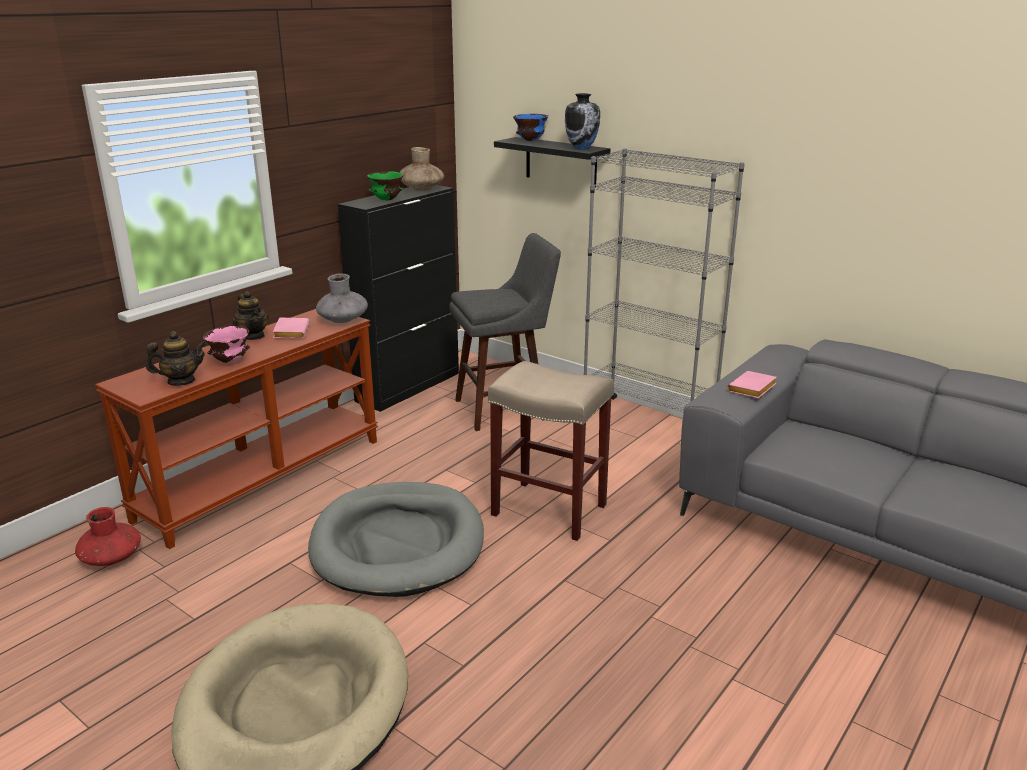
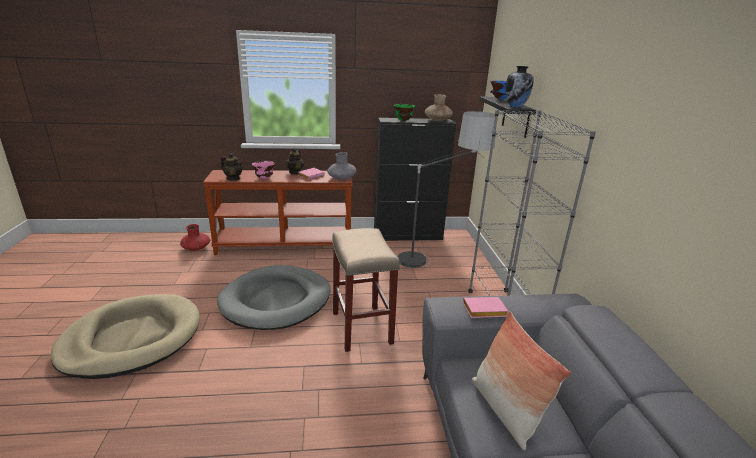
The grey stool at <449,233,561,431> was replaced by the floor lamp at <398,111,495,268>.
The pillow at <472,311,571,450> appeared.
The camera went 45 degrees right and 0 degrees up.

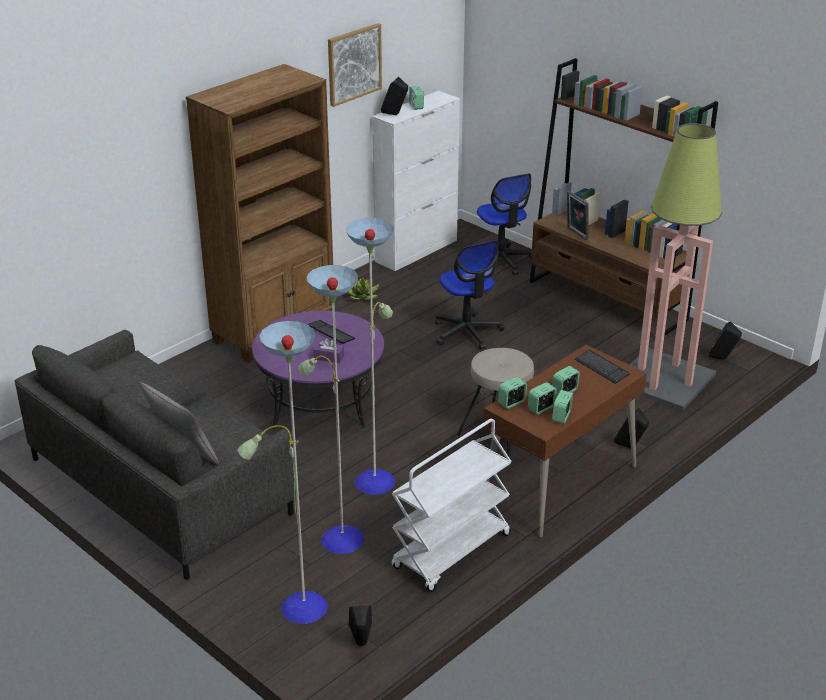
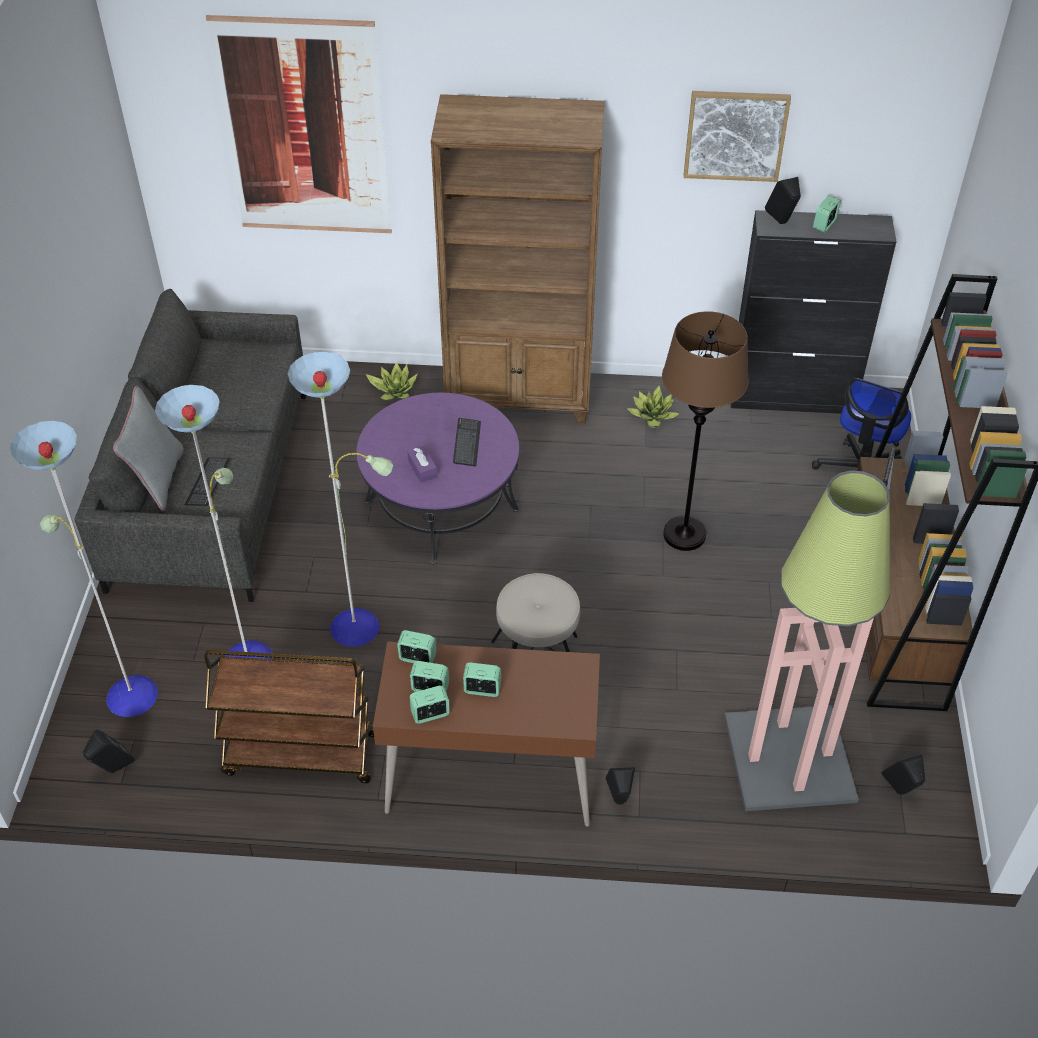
The keyboard moved from <575,350,630,384> to <185,457,229,506>.
The white cart at <392,419,512,592> became the brown cart at <204,650,374,783>.
The picture at <206,15,392,233> appeared.
The potted plant at <366,362,418,400> appeared.
The office chair at <435,240,505,350> was replaced by the brown floor lamp at <662,311,749,551>.
The white cabinet at <372,91,460,271> became the black cabinet at <731,210,896,414>.
The camera went 50 degrees right and 15 degrees up.

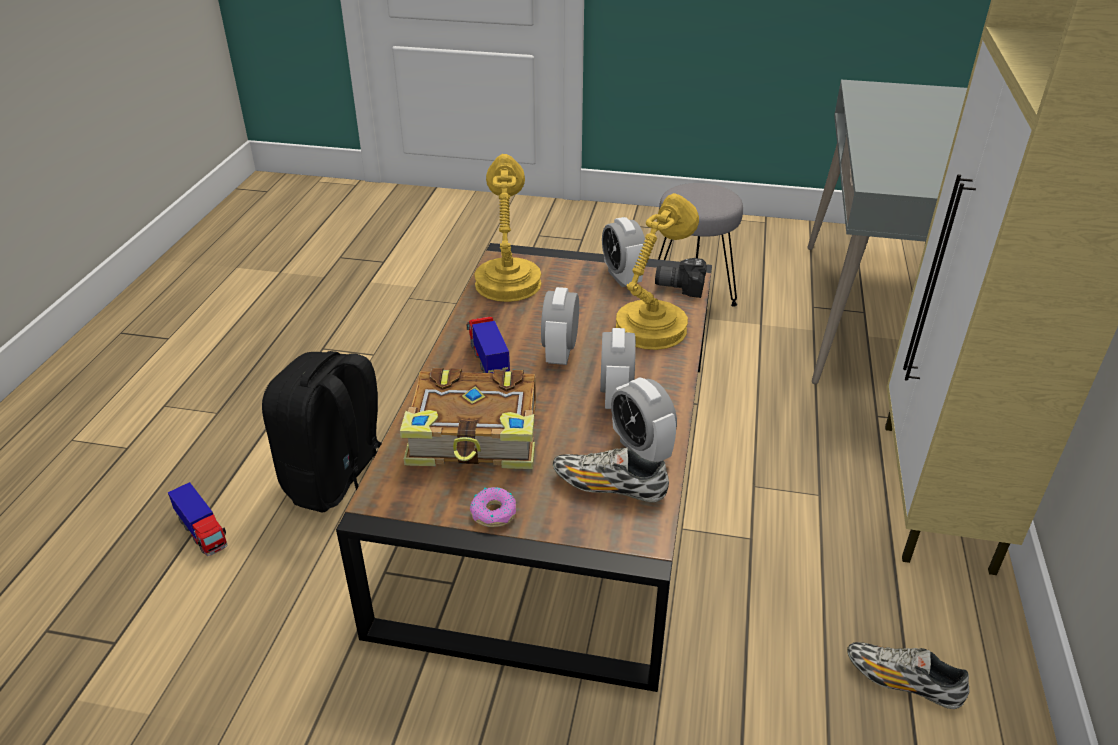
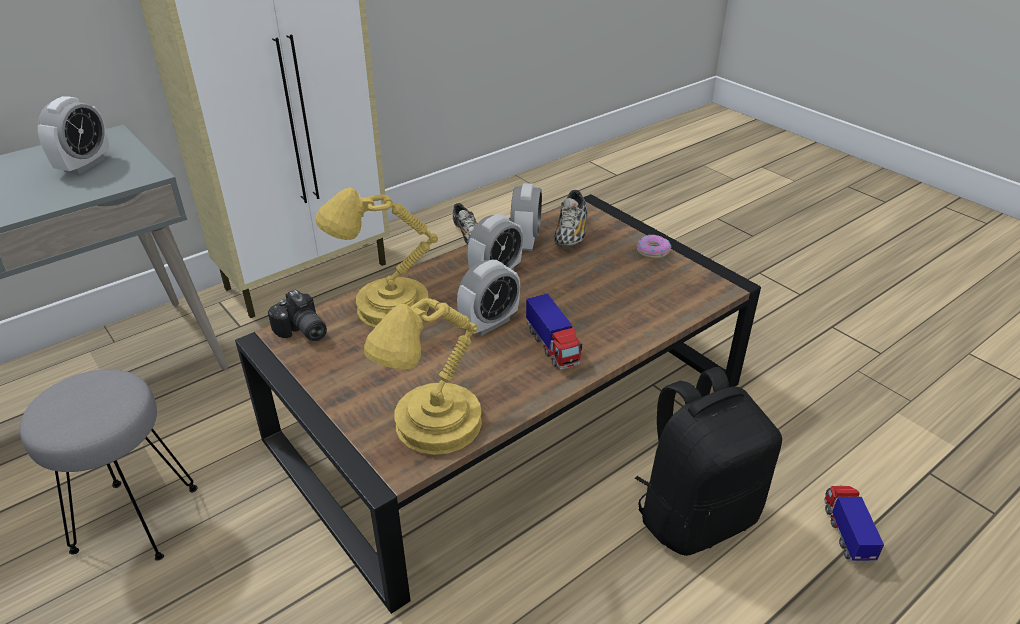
The alarm clock moved from <602,217,646,287> to <38,96,110,175>.
The toy truck at <467,317,510,373> turned 45 degrees counterclockwise.
The shoe at <553,447,669,503> turned 45 degrees clockwise.
The book at <400,368,536,469> disappeared.
The camera went 140 degrees left and 0 degrees up.

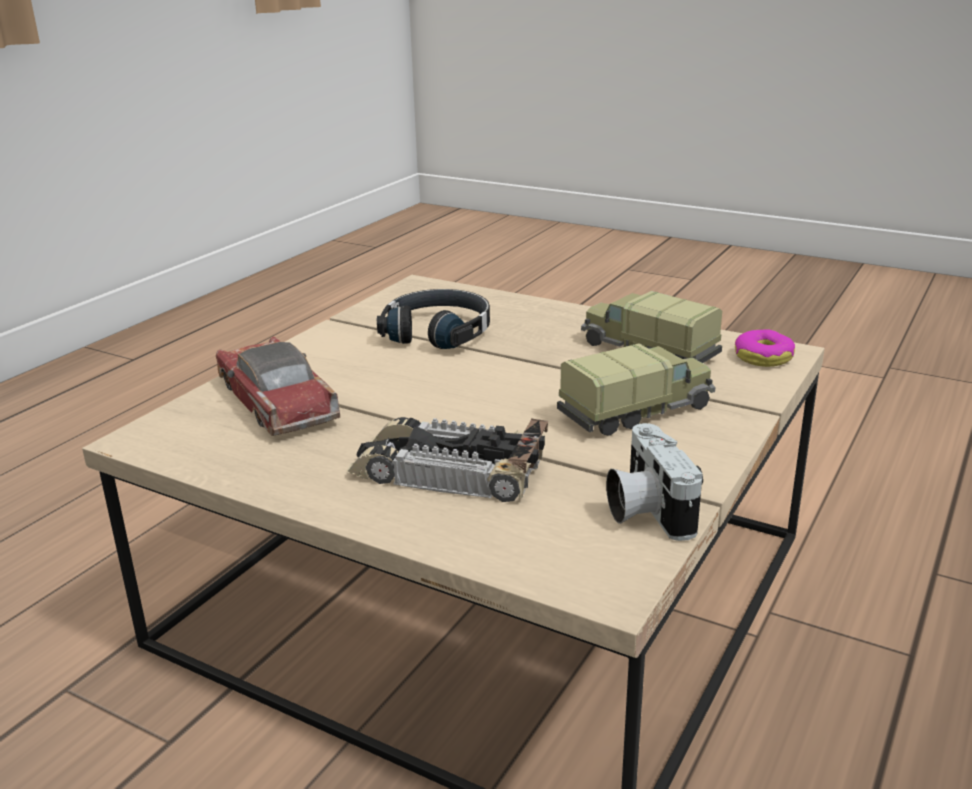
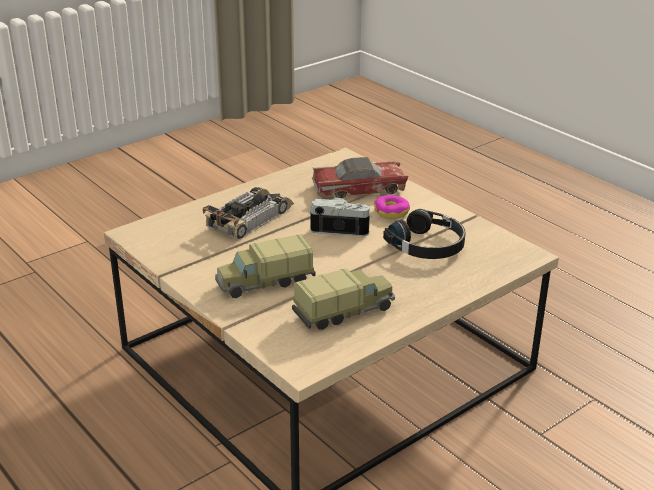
The toy truck at <557,344,715,436> turned 75 degrees clockwise.
The photo camera moved from <606,423,703,541> to <308,198,372,236>.
The donut moved from <735,329,795,367> to <374,195,410,219>.
The camera went 110 degrees right and 5 degrees up.

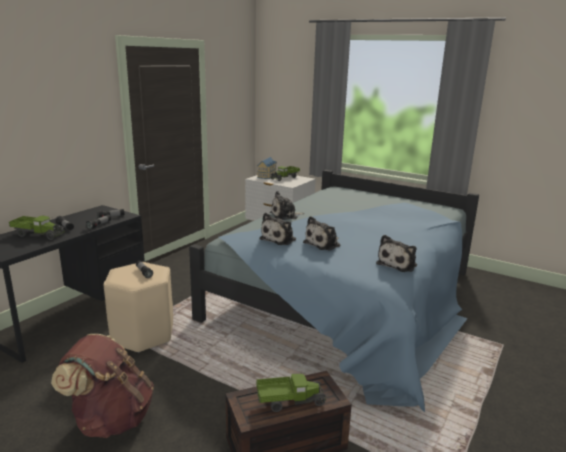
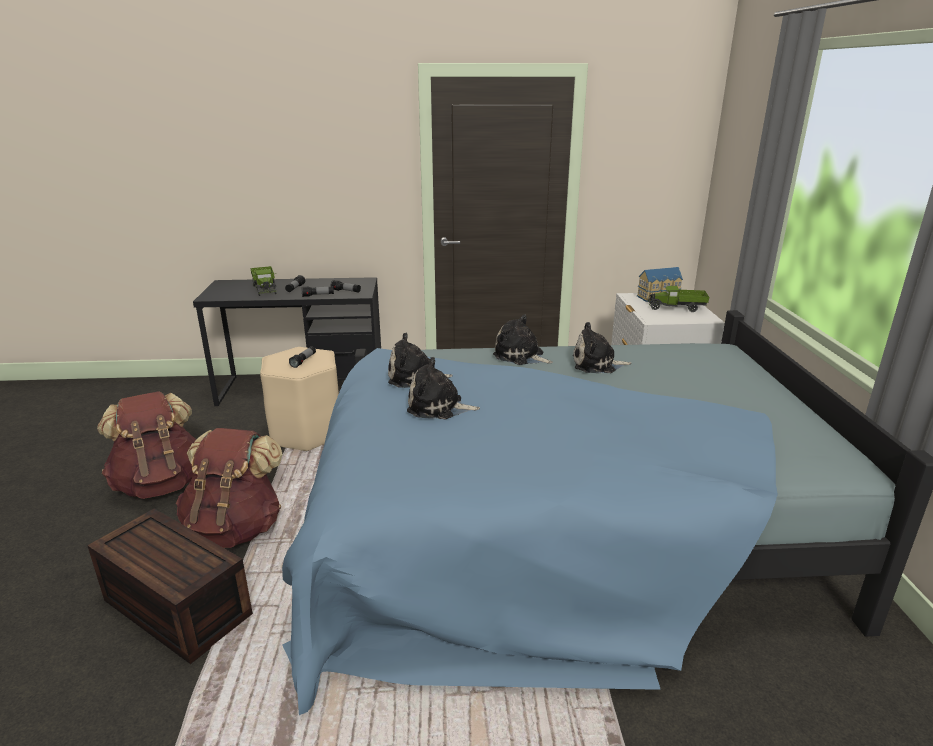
The brown backpack at <176,428,283,548> appeared.
The plush toy moved from <376,235,417,272> to <573,322,632,373>.
The toy truck at <256,373,326,412> disappeared.
The camera went 55 degrees right and 5 degrees up.

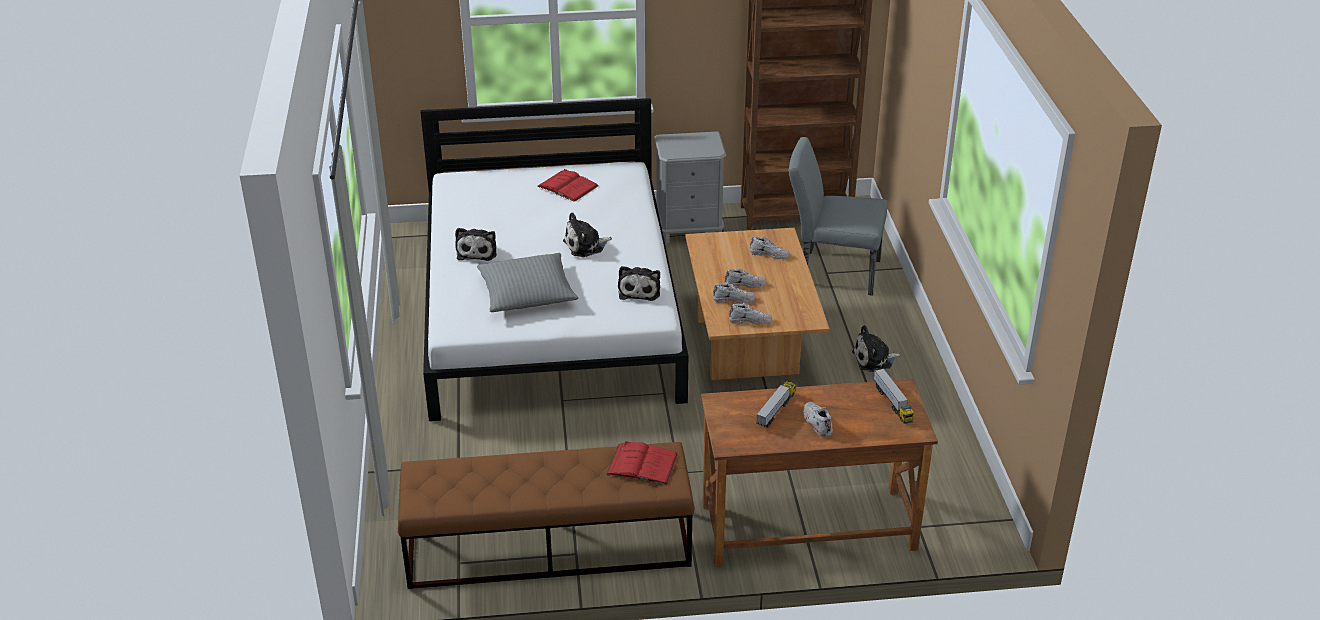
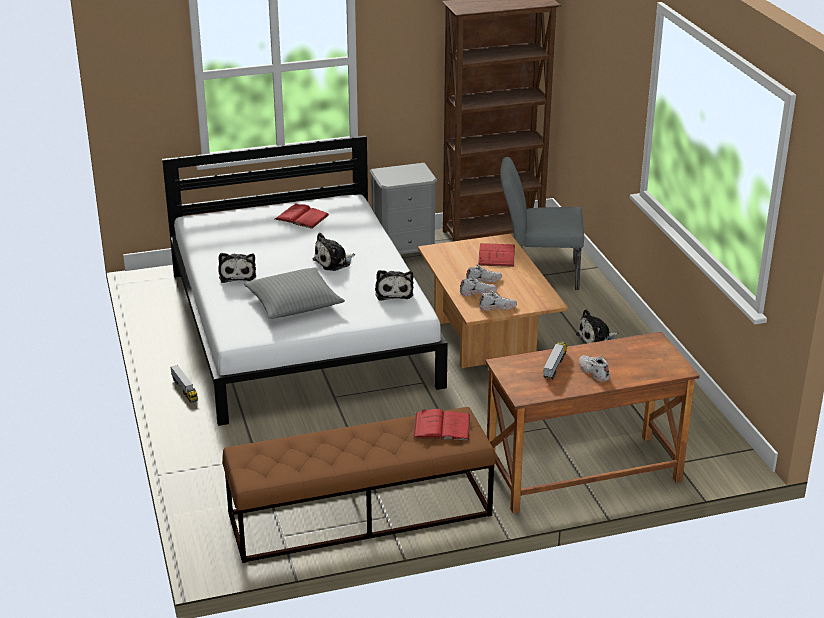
The toy truck moved from <874,369,914,424> to <170,365,198,403>.
The white shoe at <750,235,790,259> was replaced by the red book at <478,243,515,267>.
The camera went 10 degrees left and 5 degrees down.

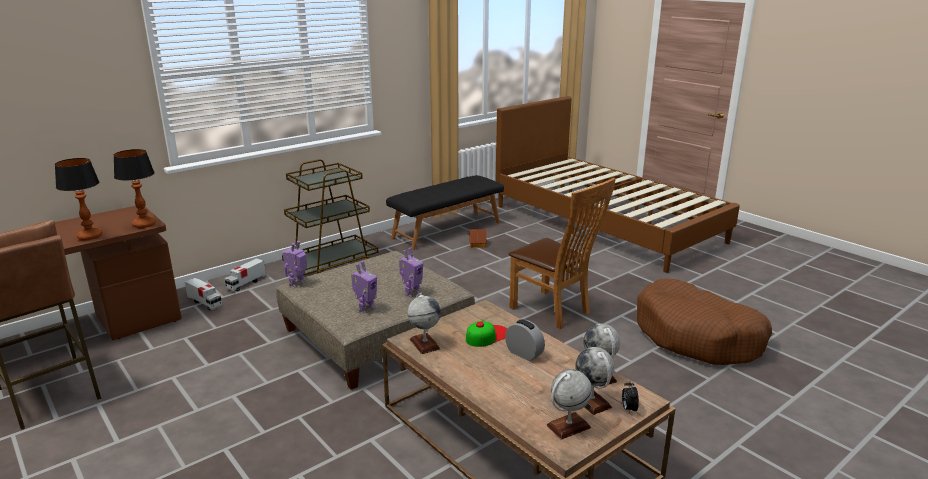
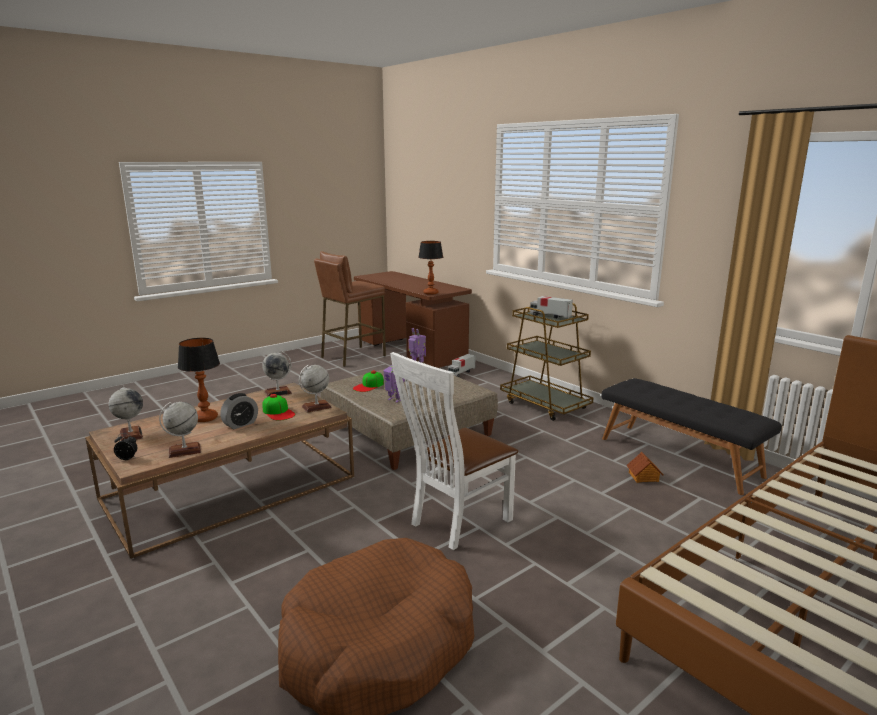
The table lamp moved from <55,158,103,240> to <178,338,220,422>.
The globe moved from <575,347,614,415> to <299,365,332,413>.
The toy robot at <351,261,377,313> was replaced by the cap at <353,371,384,392>.
The brown chair at <509,178,616,329> became the white chair at <390,352,518,550>.
The toy truck moved from <225,258,266,291> to <530,296,573,318>.
The camera went 90 degrees right and 5 degrees down.

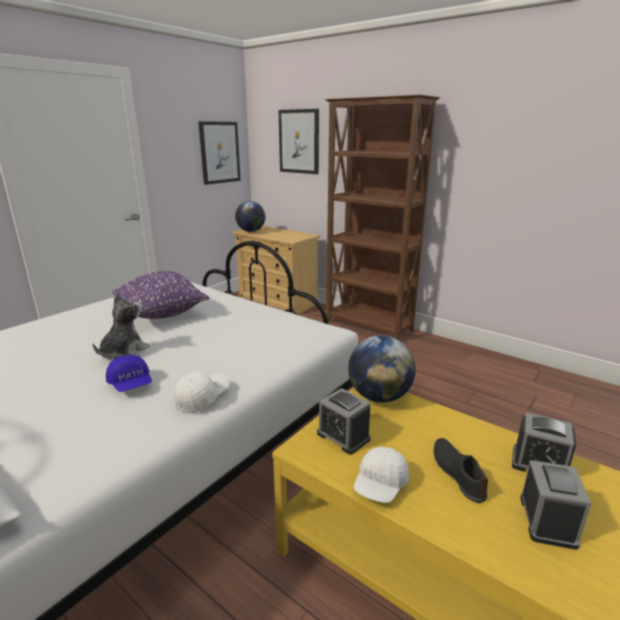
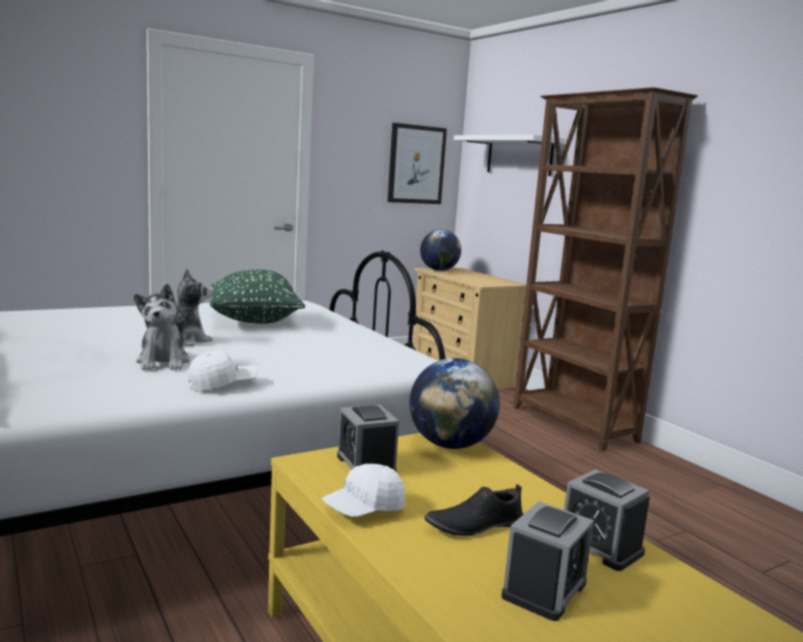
The blue cap at <106,355,152,392> was replaced by the plush toy at <134,284,190,370>.
The purple pillow at <112,271,209,319> became the green pillow at <208,269,305,324>.
The black shoe at <433,438,488,503> turned 120 degrees counterclockwise.
The picture at <279,109,319,174> was replaced by the white shelf at <454,135,565,176>.
The camera went 20 degrees right and 10 degrees down.

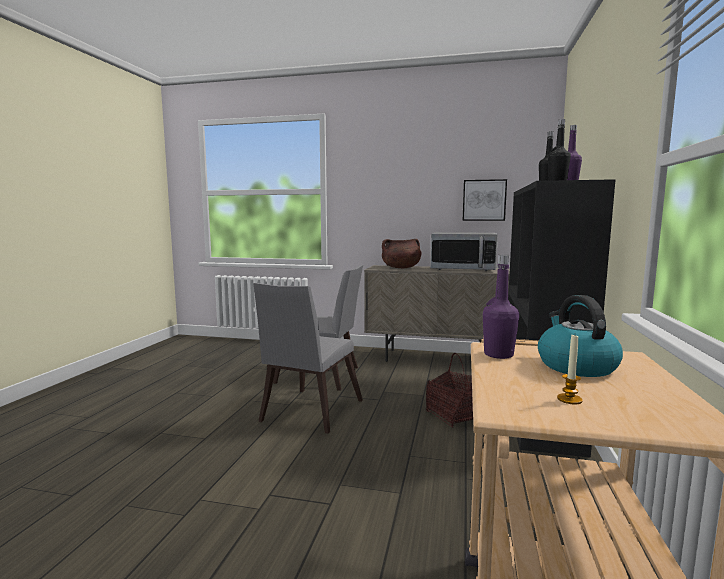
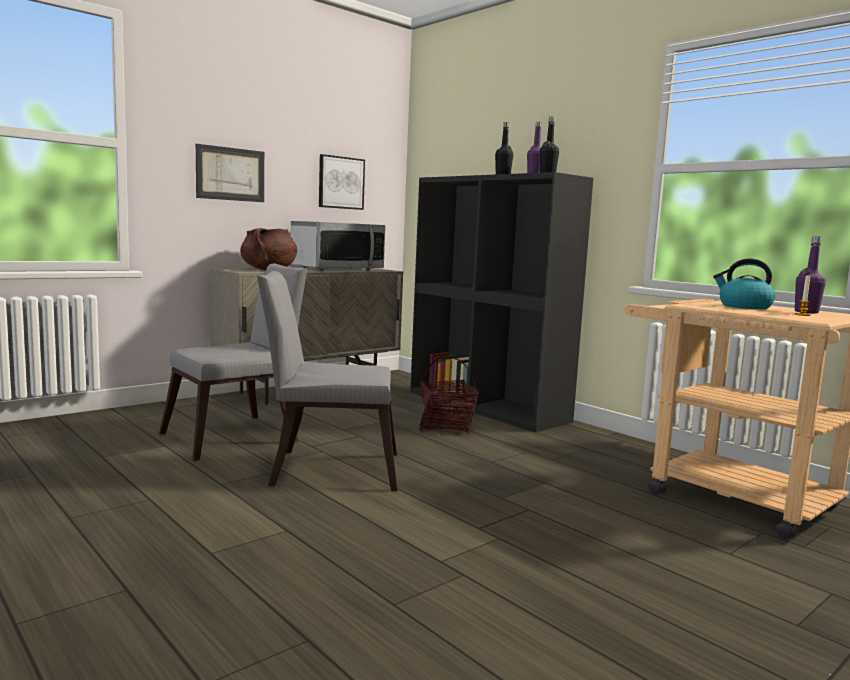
The picture at <196,144,264,202> appeared.
The grey chair at <253,283,363,434> turned 120 degrees clockwise.
The purple bottle moved from <483,255,519,359> to <795,236,826,314>.
The camera went 55 degrees left and 0 degrees up.

